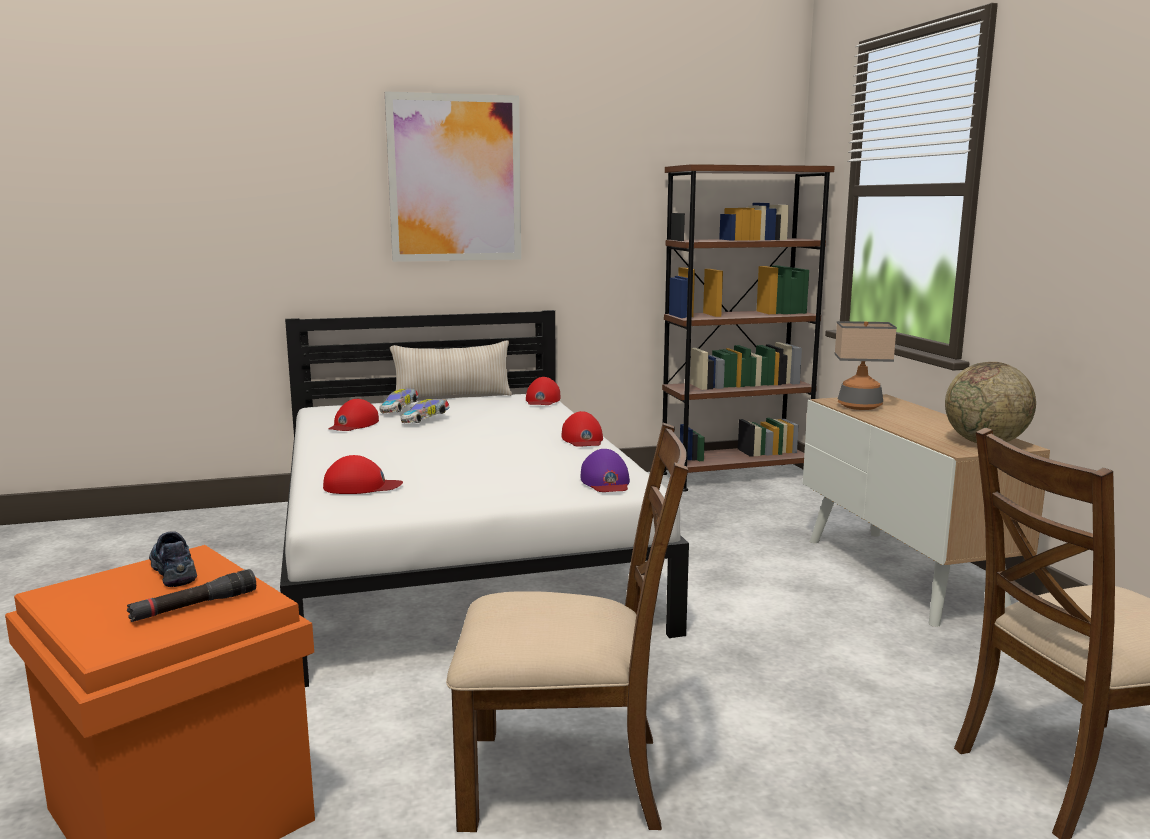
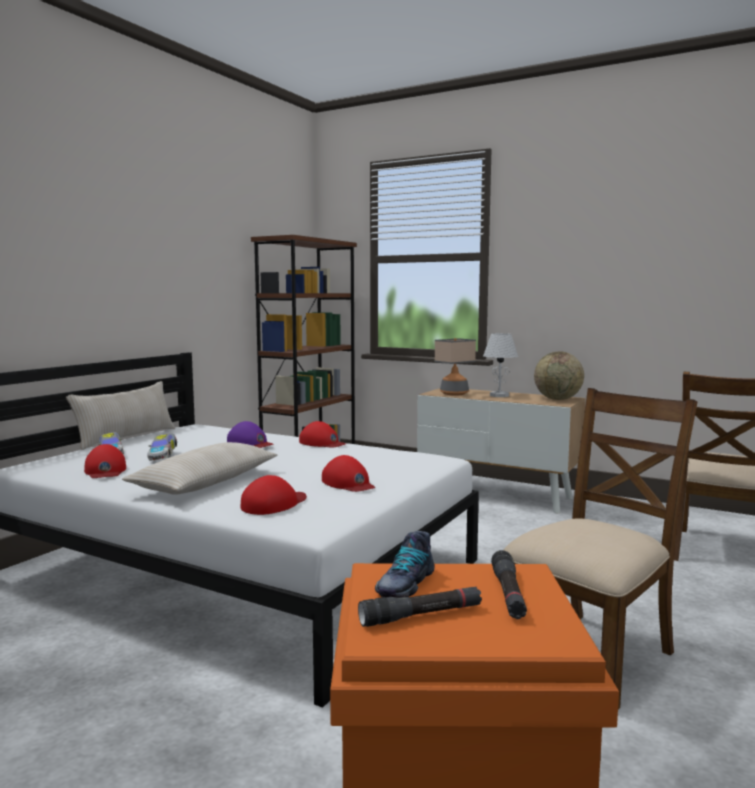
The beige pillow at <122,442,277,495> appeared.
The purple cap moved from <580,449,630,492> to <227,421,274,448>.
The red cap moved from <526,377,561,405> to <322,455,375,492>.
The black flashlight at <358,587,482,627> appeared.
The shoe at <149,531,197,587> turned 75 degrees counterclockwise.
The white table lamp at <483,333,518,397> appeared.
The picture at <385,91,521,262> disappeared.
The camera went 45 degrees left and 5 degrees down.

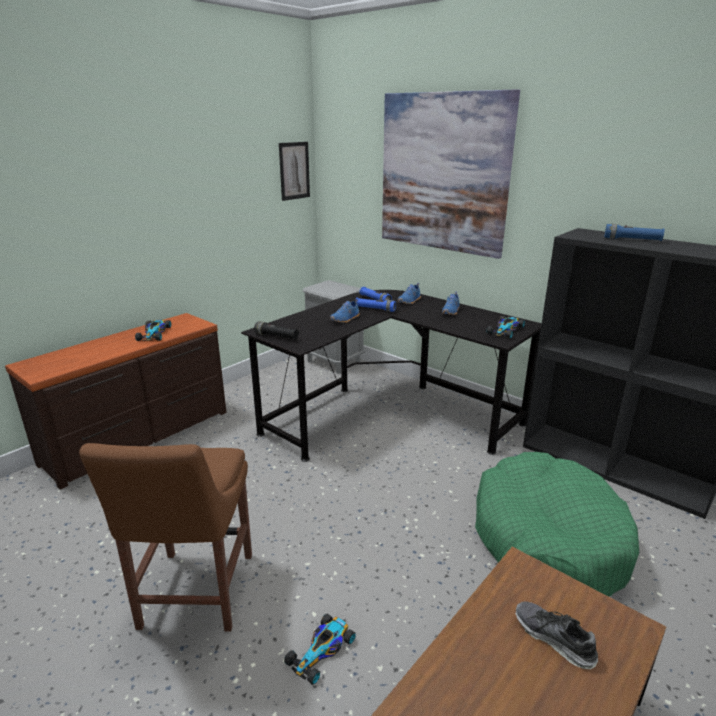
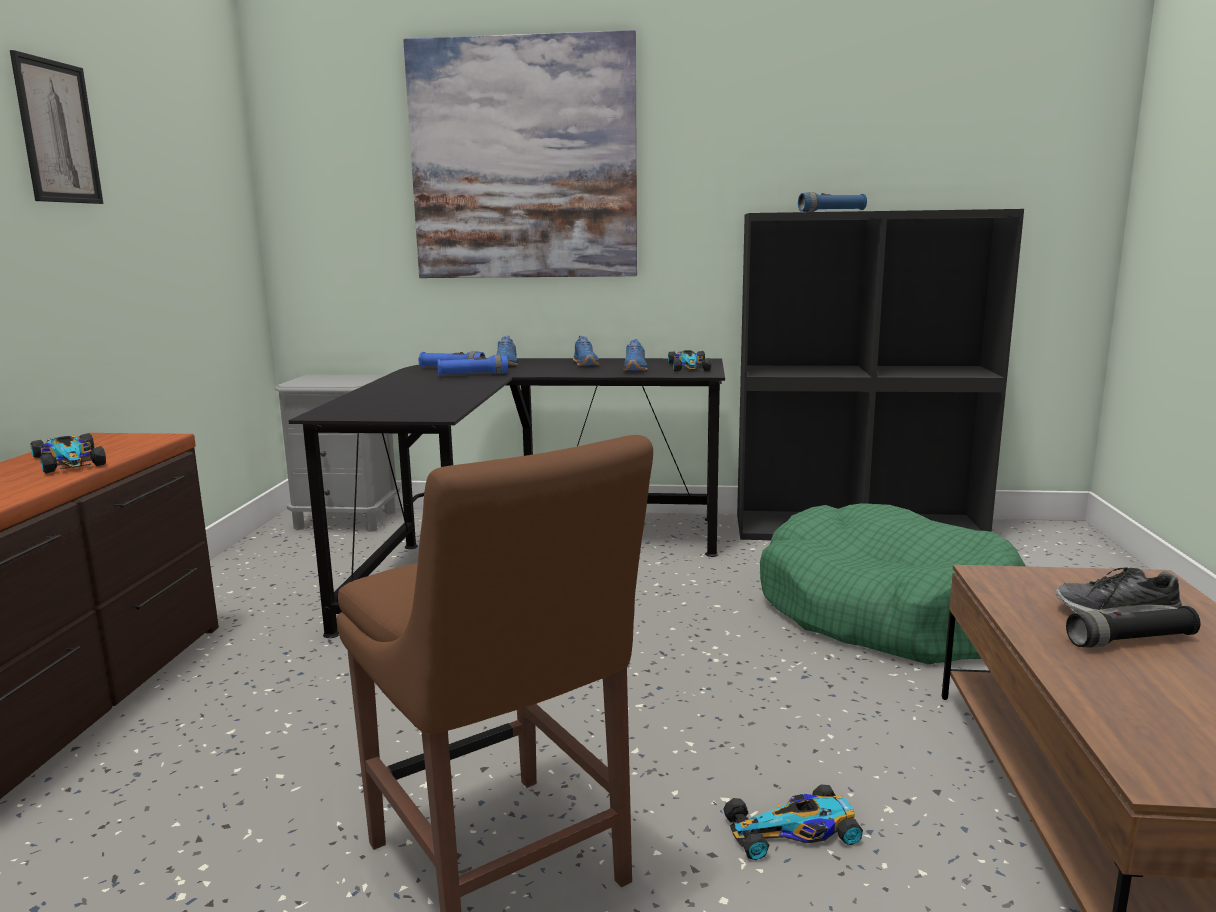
The picture moved from <279,142,310,201> to <10,50,103,204>.
The blue shoe moved from <330,299,360,323> to <623,339,647,370>.
The toy car at <284,613,356,685> turned 75 degrees clockwise.
The black flashlight moved from <254,322,299,340> to <1066,606,1200,648>.
The camera went 35 degrees left and 10 degrees down.

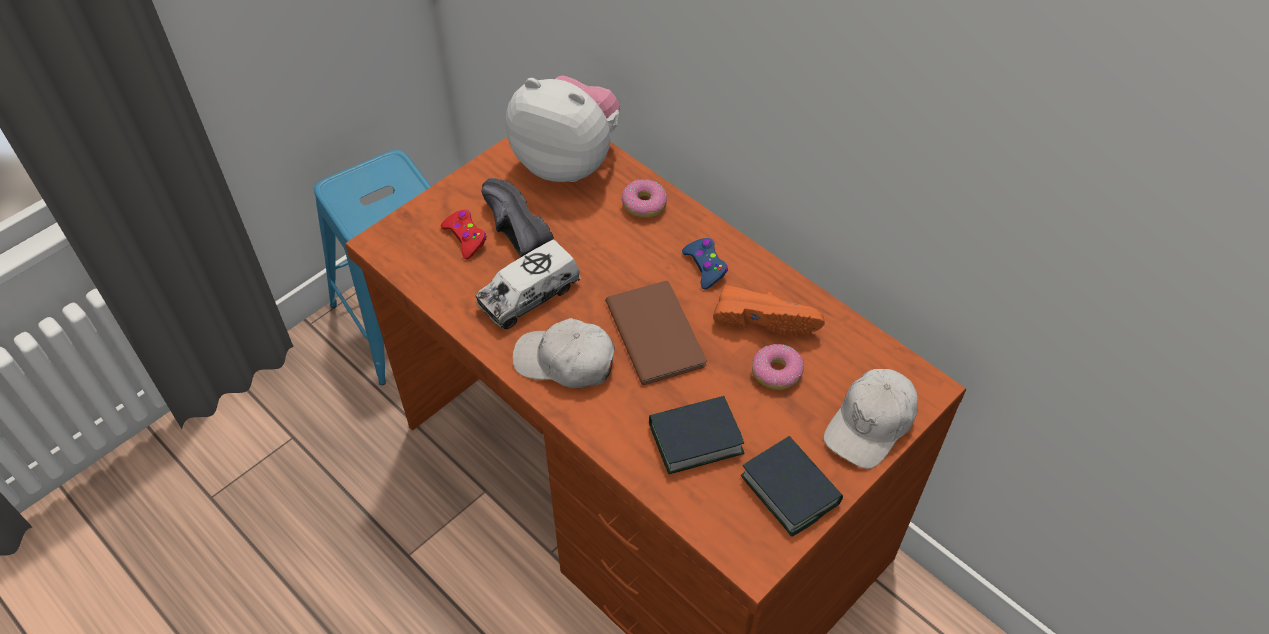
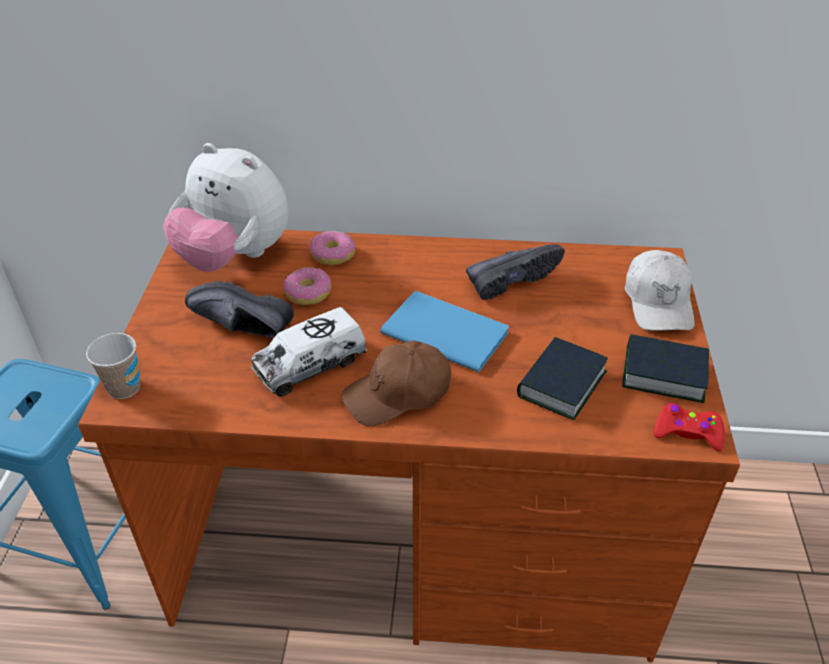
The cup at <86,333,140,399> appeared.
The plush toy at <506,75,620,182> turned 135 degrees counterclockwise.
The toy truck at <476,239,581,329> turned 45 degrees clockwise.
The donut moved from <752,344,804,390> to <284,267,331,305>.
The white cap at <513,318,615,388> became the brown cap at <342,340,451,426>.
The brown book at <605,280,707,385> became the blue book at <380,291,509,372>.
The orange shoe at <713,285,825,336> became the black shoe at <466,244,565,300>.
The red game controller moved from <441,210,486,259> to <654,403,725,451>.
The blue game controller at <682,238,728,290> disappeared.
The camera went 40 degrees left and 10 degrees down.

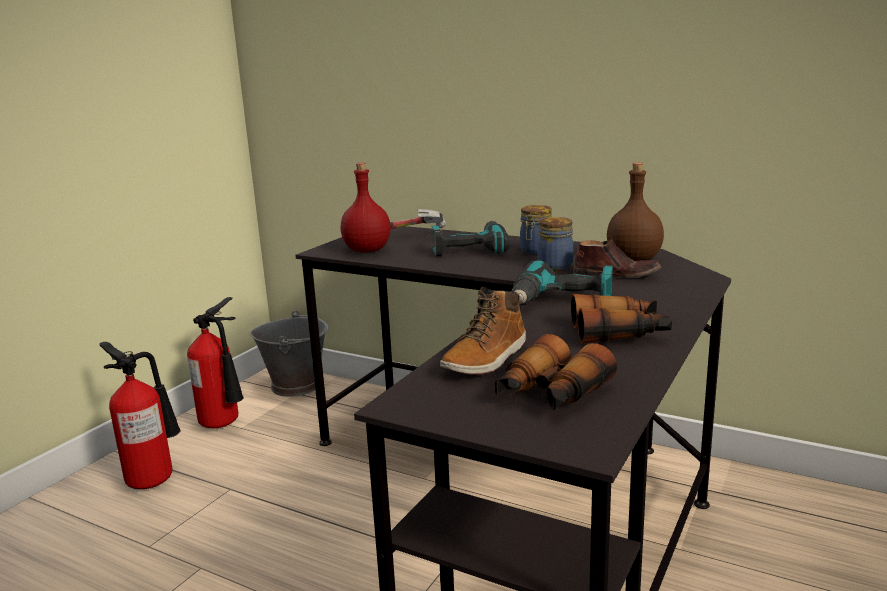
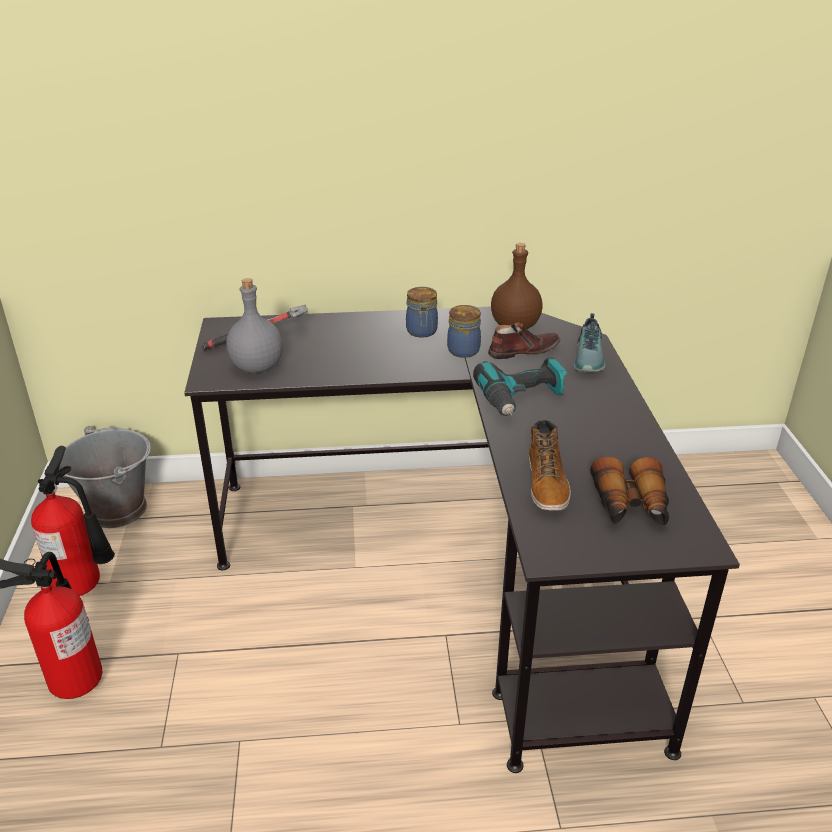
The red bottle at <341,163,391,252> became the grey bottle at <227,278,283,373>.
The shoe at <574,313,605,372> appeared.
The power drill at <432,221,511,256> disappeared.
The binoculars at <571,294,672,344> disappeared.
The camera went 35 degrees left and 15 degrees up.

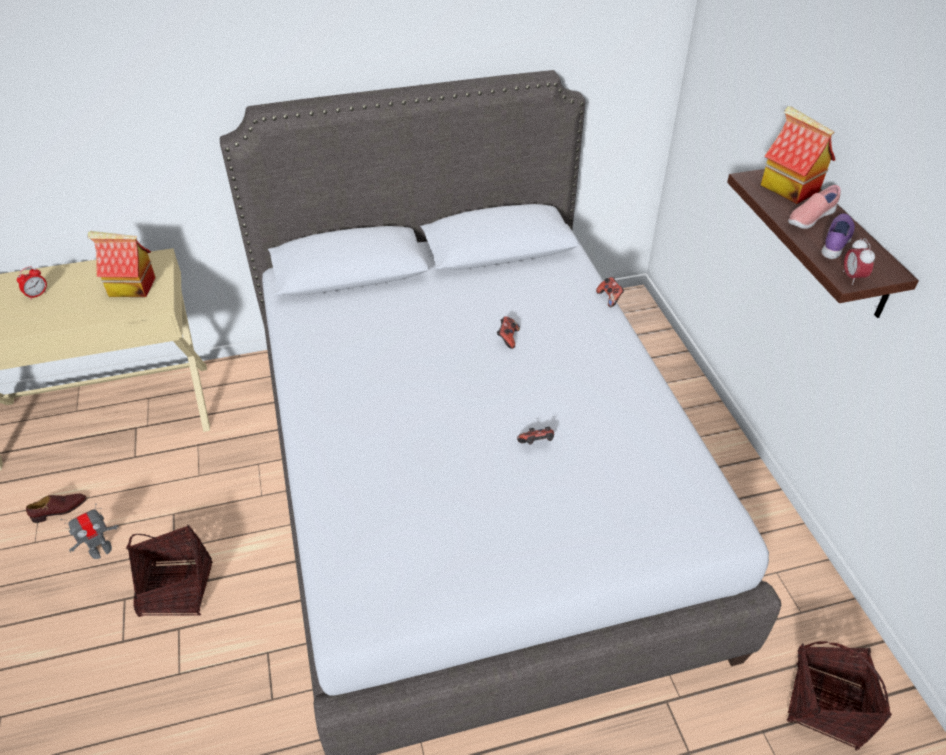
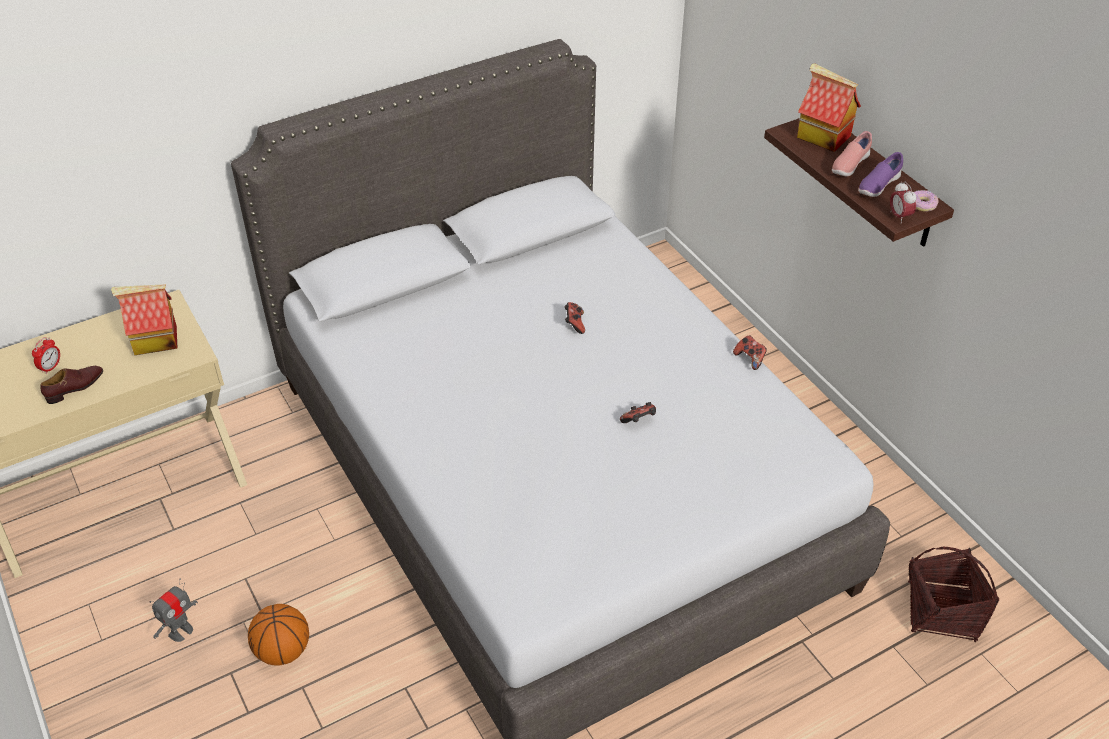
The brown shoe moved from <26,494,87,523> to <40,366,103,404>.
The basket at <126,525,213,617> was replaced by the basketball at <248,604,309,666>.
The game controller moved from <596,277,624,307> to <733,335,767,370>.
The purple shoe at <821,213,855,259> turned 150 degrees counterclockwise.
The donut at <914,190,939,212> appeared.
The camera went 15 degrees left and 0 degrees up.

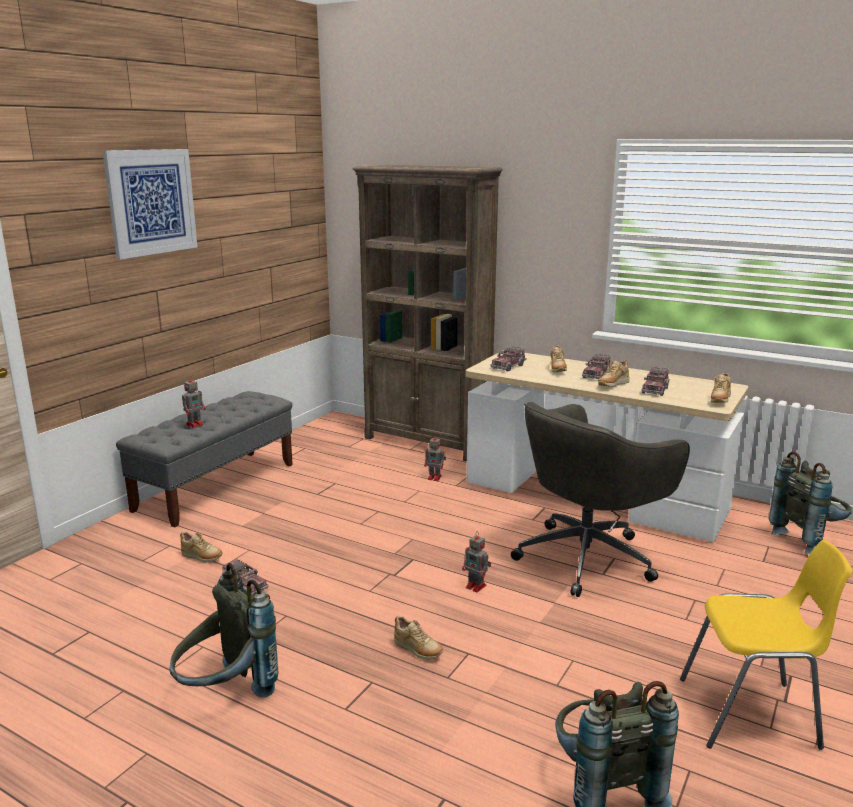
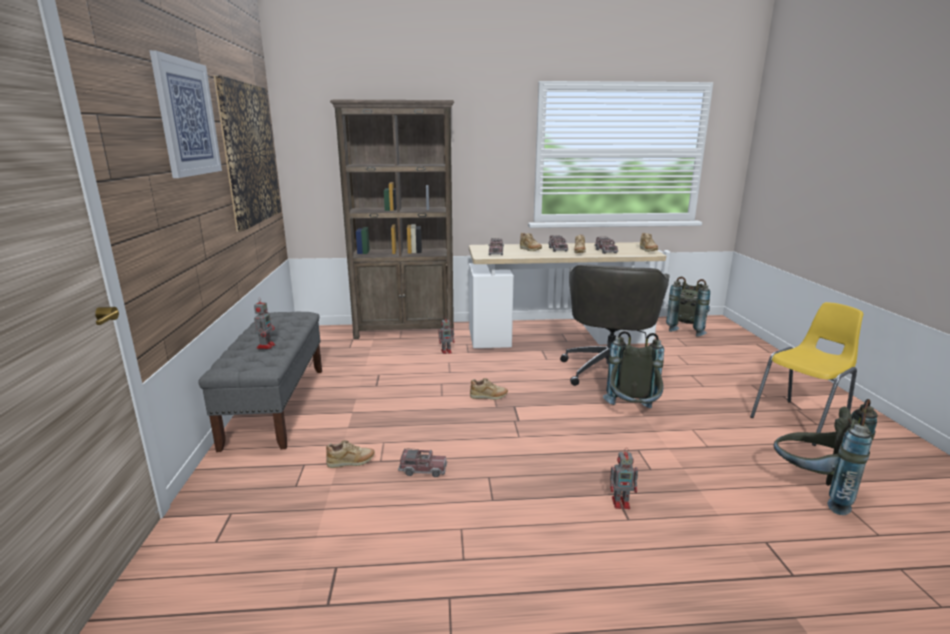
The picture at <214,75,281,232> appeared.
The beige shoe moved from <394,616,443,660> to <470,378,508,400>.
The grey backpack moved from <169,563,279,698> to <603,331,664,408>.
The toy robot moved from <462,531,491,592> to <610,448,638,509>.
The camera went 35 degrees left and 0 degrees up.

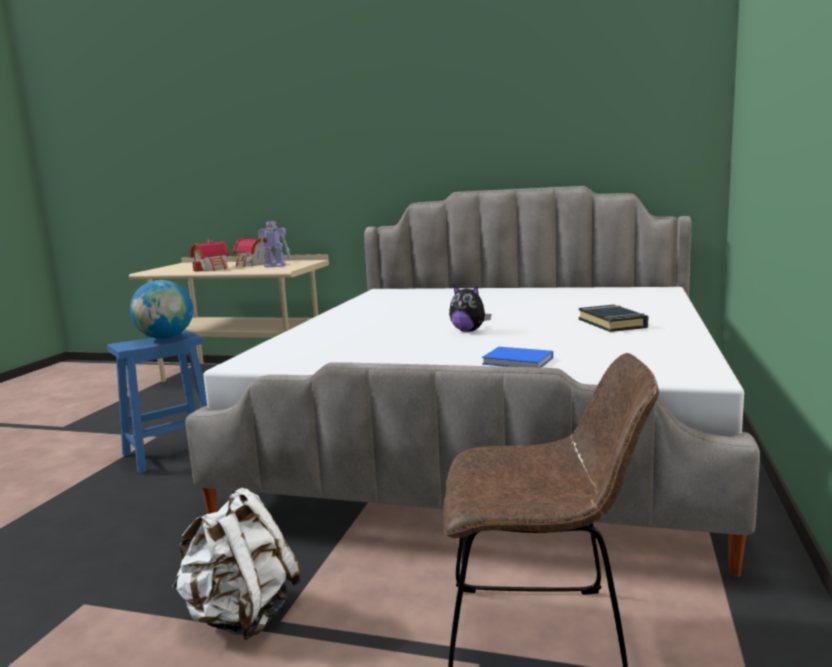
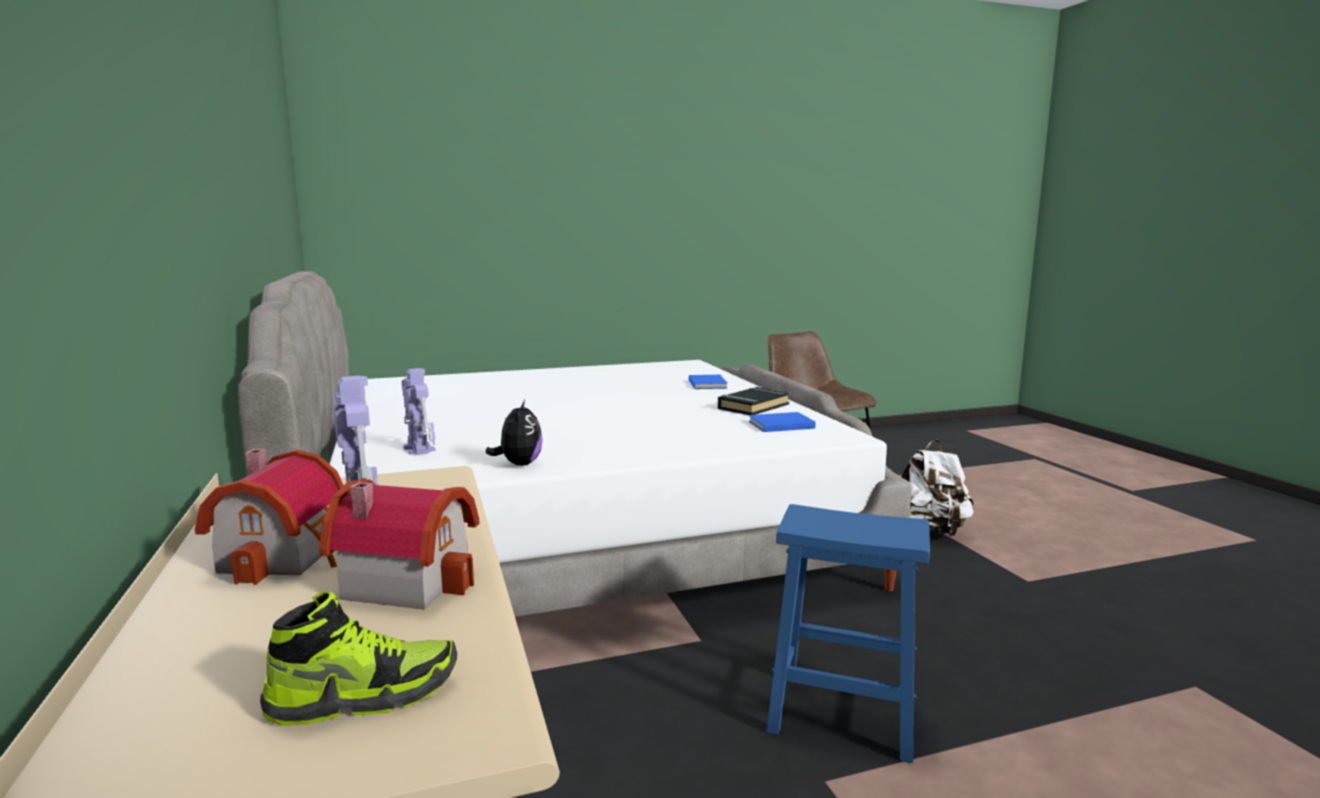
The shoe at <260,591,457,726> appeared.
The toy robot at <402,368,436,455> appeared.
The plush toy moved from <449,285,491,332> to <486,400,542,466>.
The black book moved from <579,305,648,332> to <718,387,790,415>.
The blue book at <749,412,816,432> appeared.
The globe at <130,280,193,339> disappeared.
The camera went 125 degrees left and 0 degrees up.

